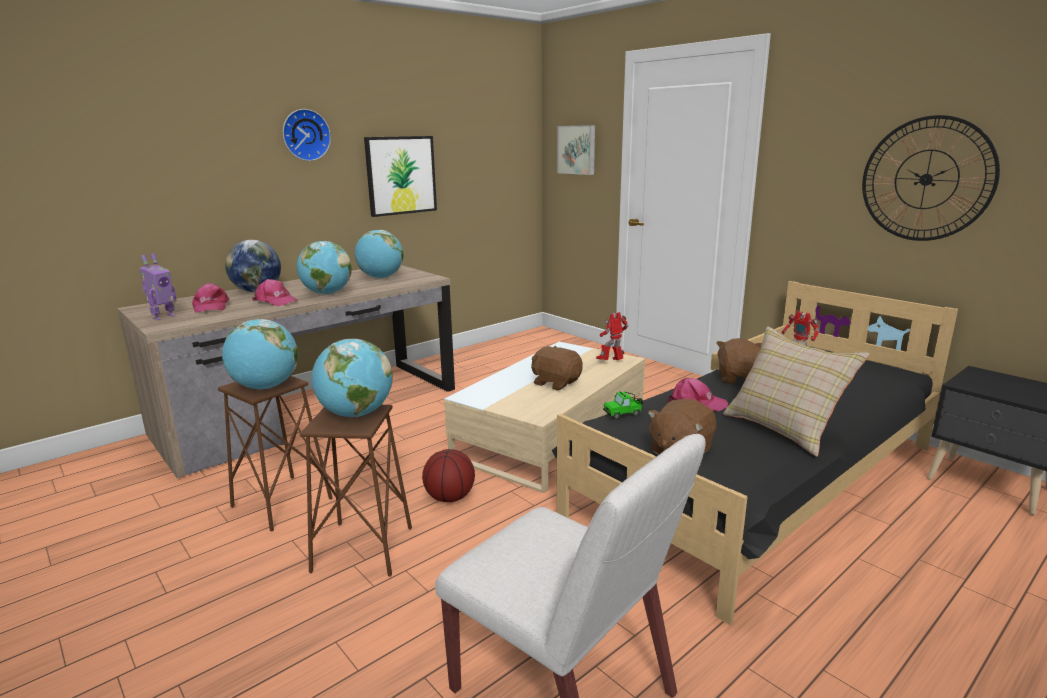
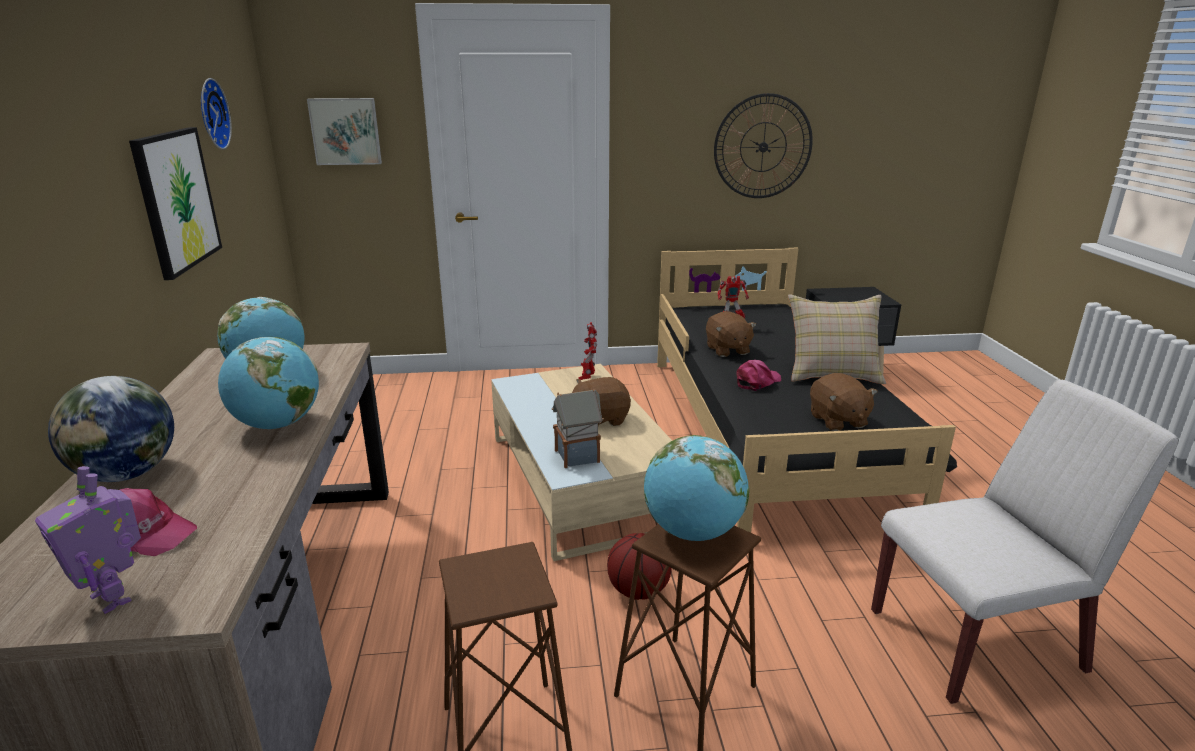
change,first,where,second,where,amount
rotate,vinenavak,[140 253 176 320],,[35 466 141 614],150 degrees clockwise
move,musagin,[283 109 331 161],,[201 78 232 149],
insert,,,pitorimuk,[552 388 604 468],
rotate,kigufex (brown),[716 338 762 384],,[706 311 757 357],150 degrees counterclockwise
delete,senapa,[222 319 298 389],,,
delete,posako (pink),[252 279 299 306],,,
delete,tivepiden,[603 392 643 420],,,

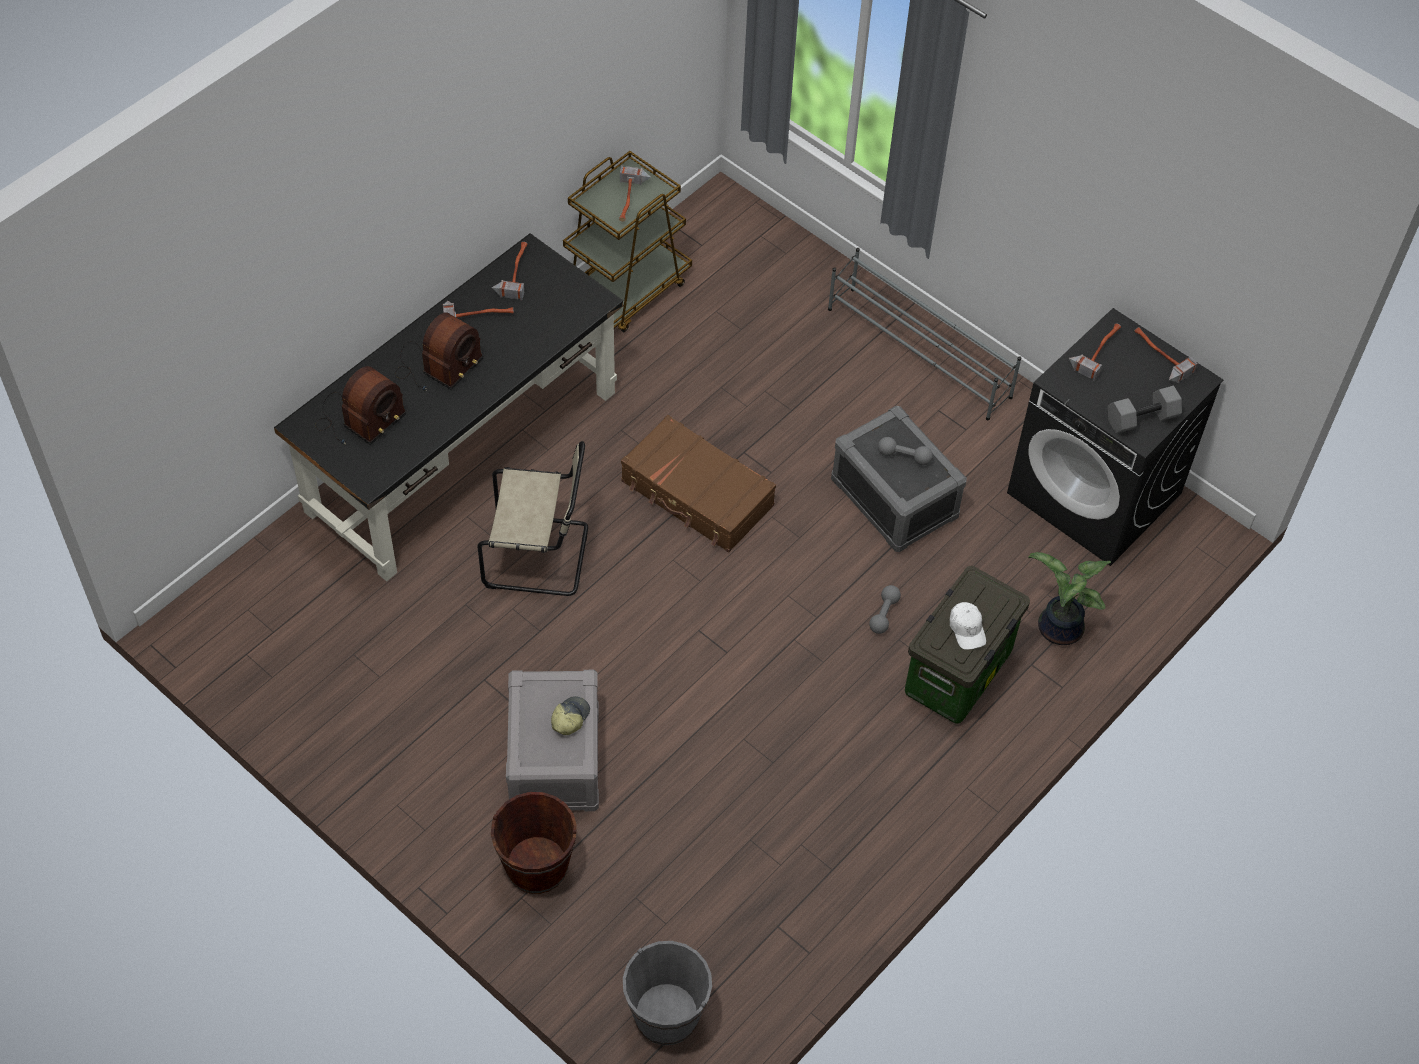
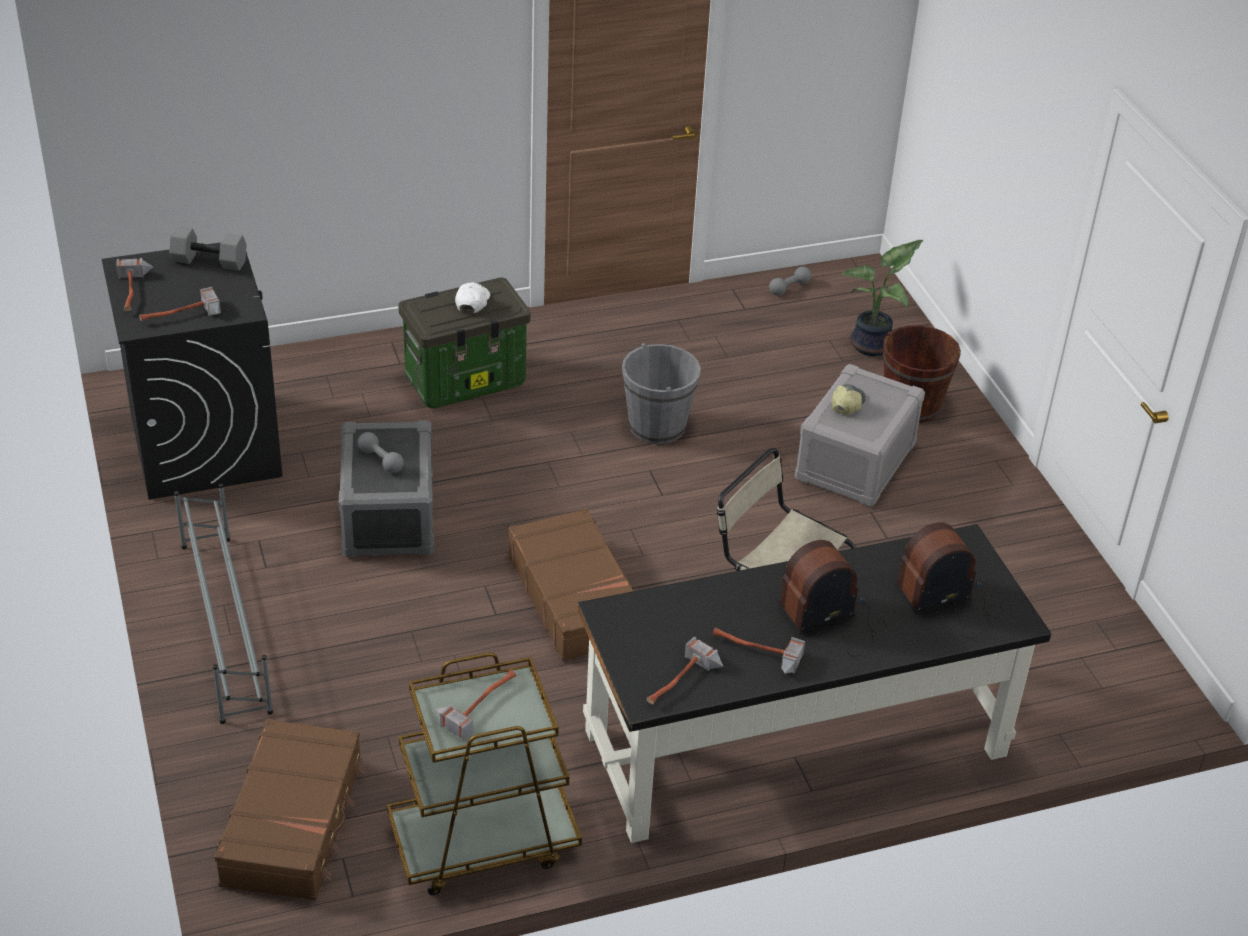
change,first,where,second,where,amount
insert,,,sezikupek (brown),[214 719 365 901],
move,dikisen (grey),[623 941 712 1045],,[622 343 701 444],
move,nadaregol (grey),[869 585 901 634],,[769 267 812 296],
rotate,posako,[551 696 590 735],,[832 384 866 415],150 degrees clockwise
move,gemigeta,[1028 552 1111 645],,[841 240 923 356],

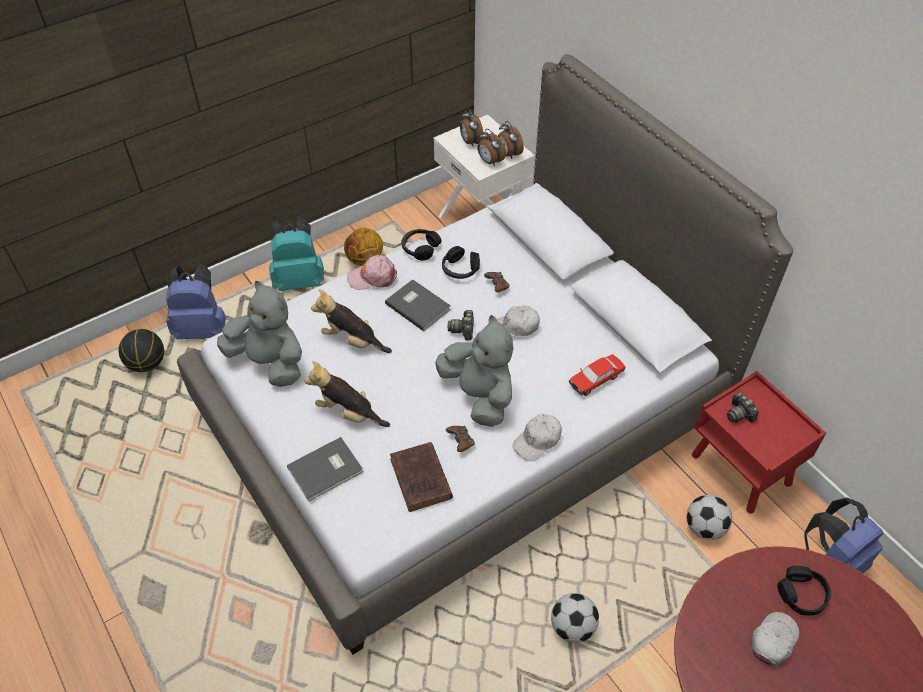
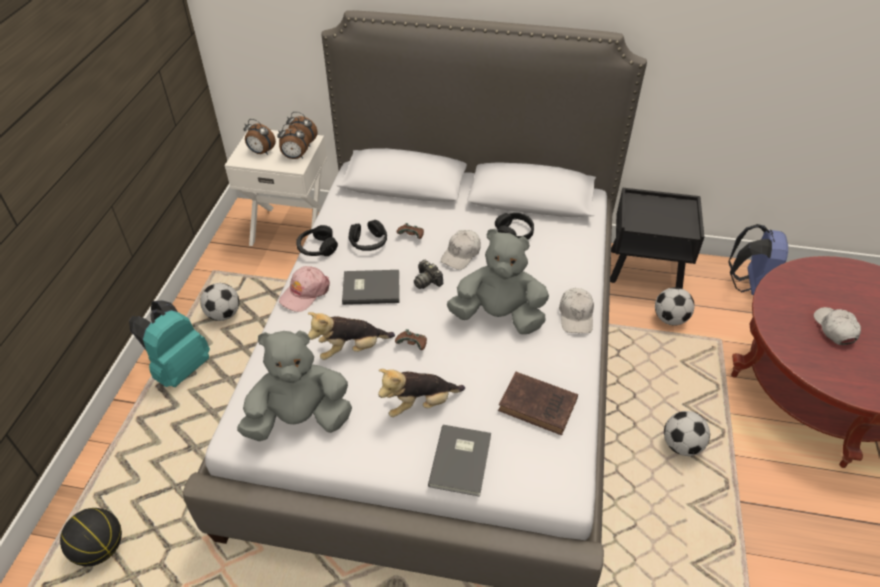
change,first,where,second,where,amount
replace,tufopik,[344 227 383 266],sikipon,[200 283 239 321],
move,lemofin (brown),[446 426 475 452],,[395 329 427 350],
move,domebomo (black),[777 566 831 616],,[495 213 534 239],
recolor,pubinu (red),[692 371 826 513],pubinu (black),[610 188 705 289],
delete,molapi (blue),[166 264 226 339],,,
delete,tivepiden,[569 354 626 396],,,
delete,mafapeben,[727 392 759 423],,,

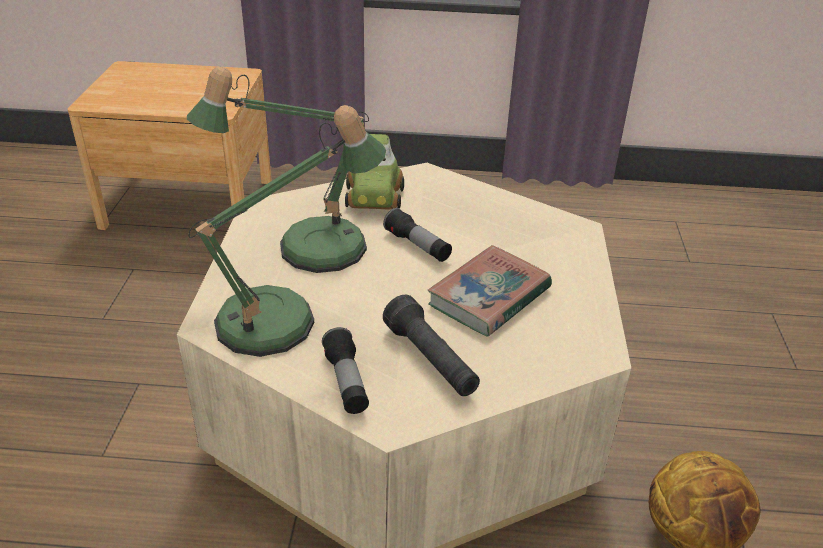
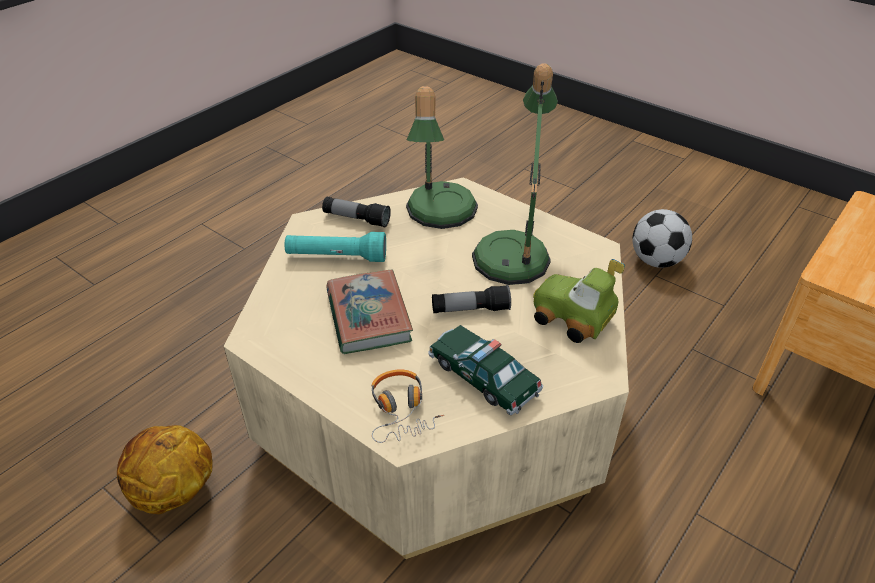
change,first,where,second,where,amount
recolor,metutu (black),[383 295 480 396],metutu (turquoise),[285 232 386 262],
insert,,,domebomo,[372 369 444 443],
insert,,,tivepiden,[428 325 543 415],
insert,,,sikipon,[632 209 692 268],

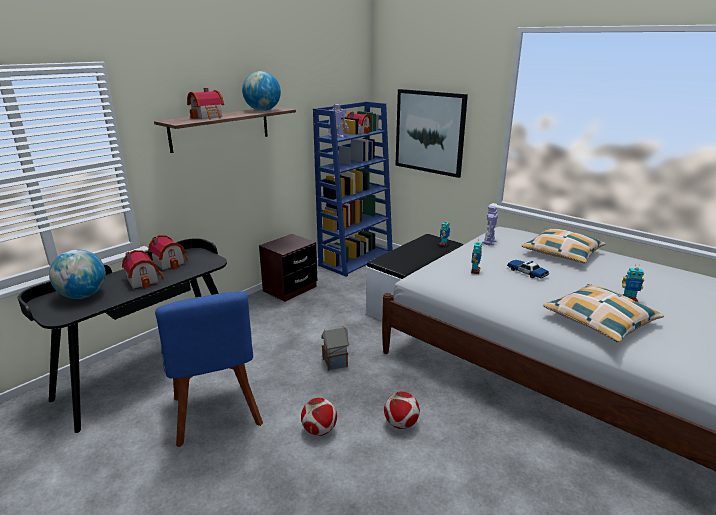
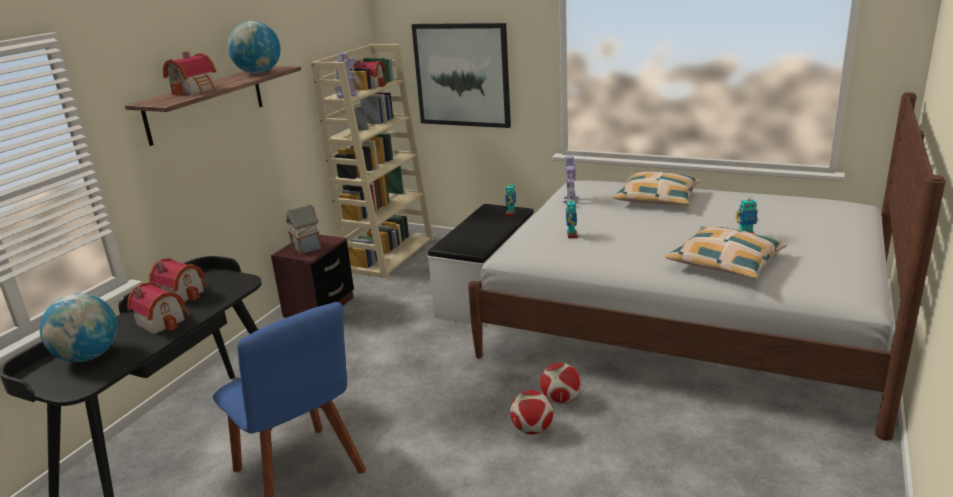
change,first,where,second,where,amount
move,pitorimuk,[321 326 350 371],,[285 204 321 255],
recolor,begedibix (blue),[313 101 393 277],begedibix (beige),[311 44 434 278],
move,sikipon,[301 398 337 436],,[540 363 581 404],
delete,tivepiden,[507 260 549 278],,,

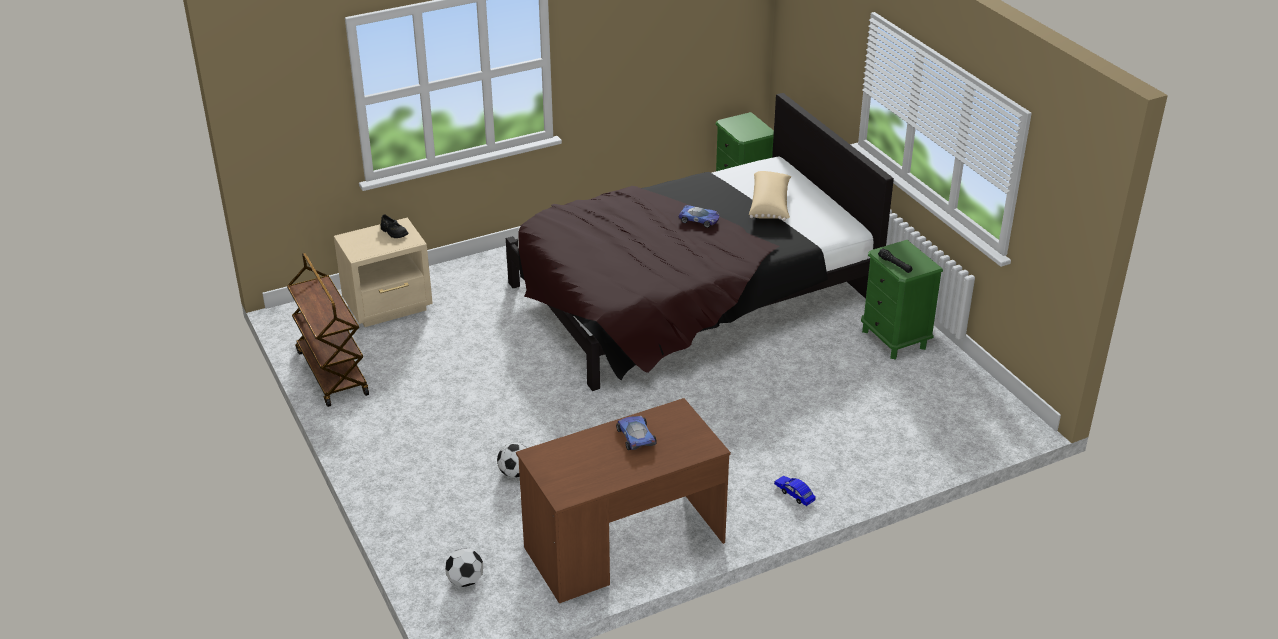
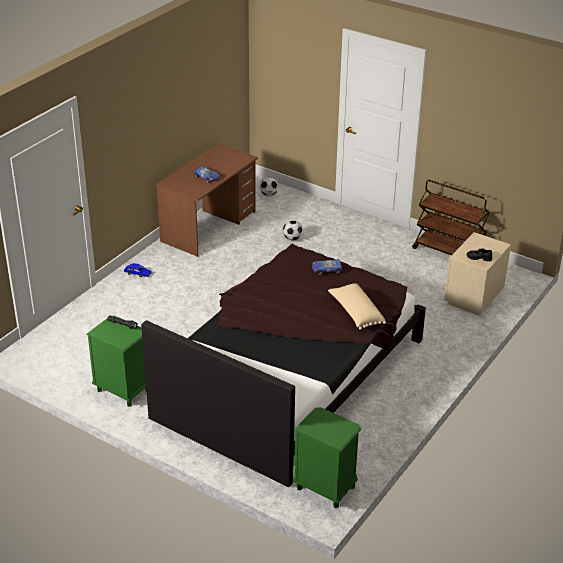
change,first,where,second,where,amount
move,tivepiden,[678 205 719 228],,[312 259 343 275],
move,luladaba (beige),[749 171 791 221],,[328 283 386 330],

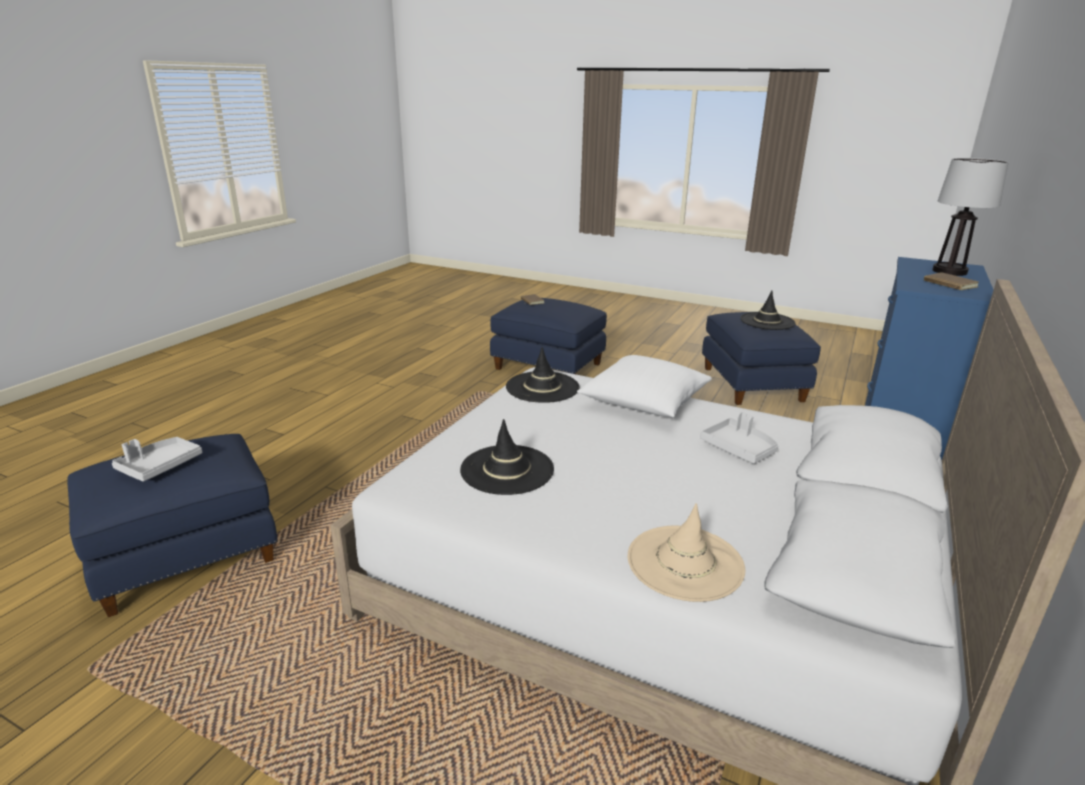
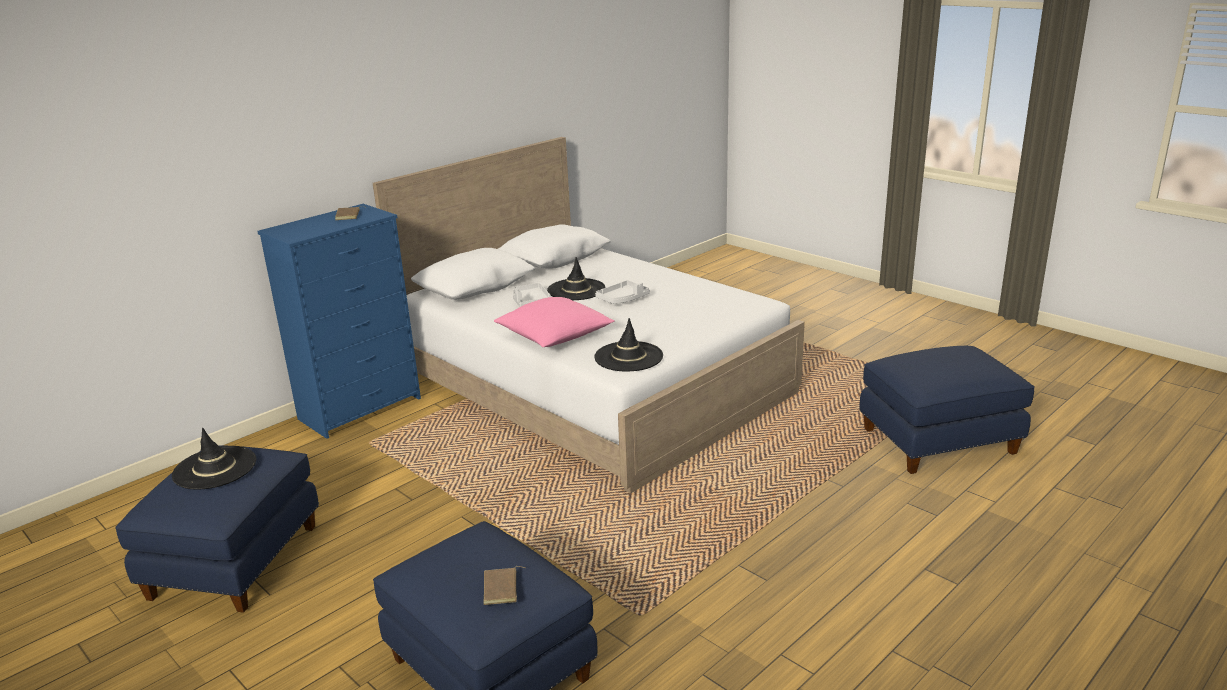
change,first,where,second,where,amount
recolor,luladaba (white),[577 355 712 418],luladaba (pink),[494 297 615 347],
move,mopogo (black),[460 419 554 495],,[547 257 605 300],
move,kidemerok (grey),[112 437 202 482],,[595 280 650 304],
delete,mopogo (beige),[628 503 745 602],,,
delete,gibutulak,[932 158 1009 276],,,

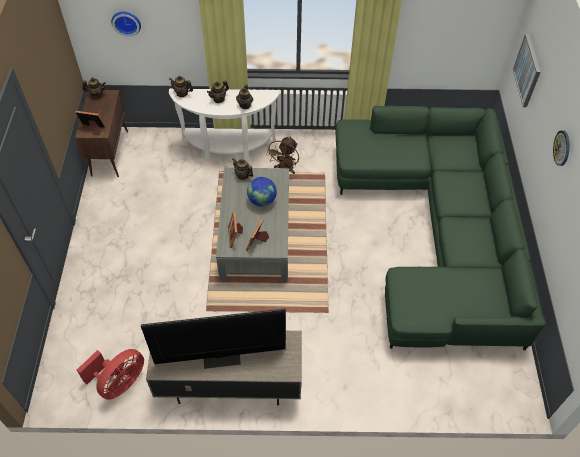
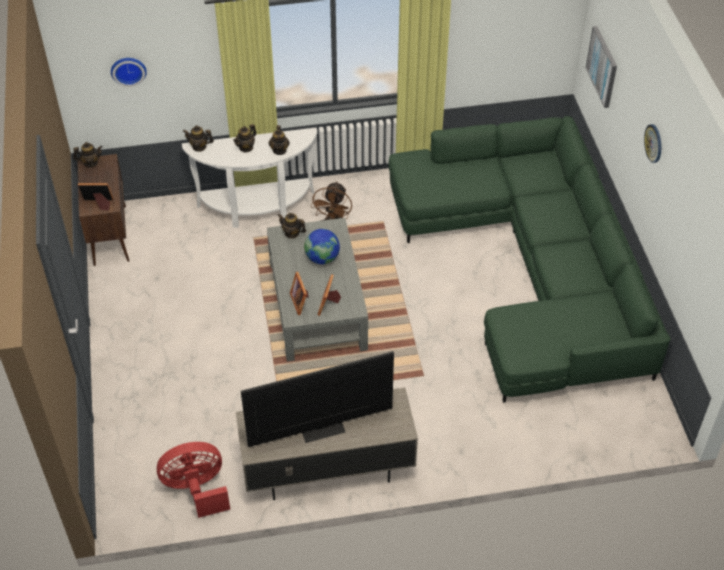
change,first,where,second,where,amount
rotate,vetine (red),[77 349 144 400],,[157 442 230 518],135 degrees counterclockwise

